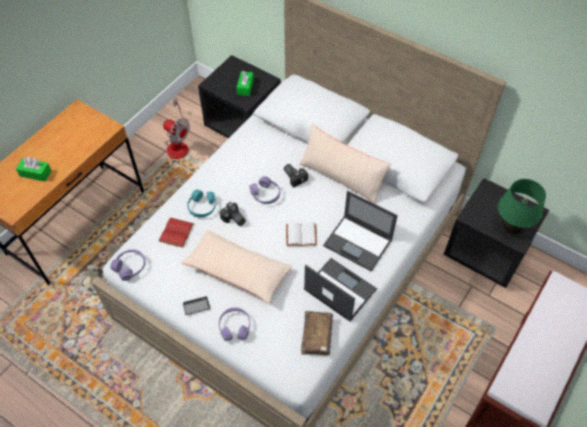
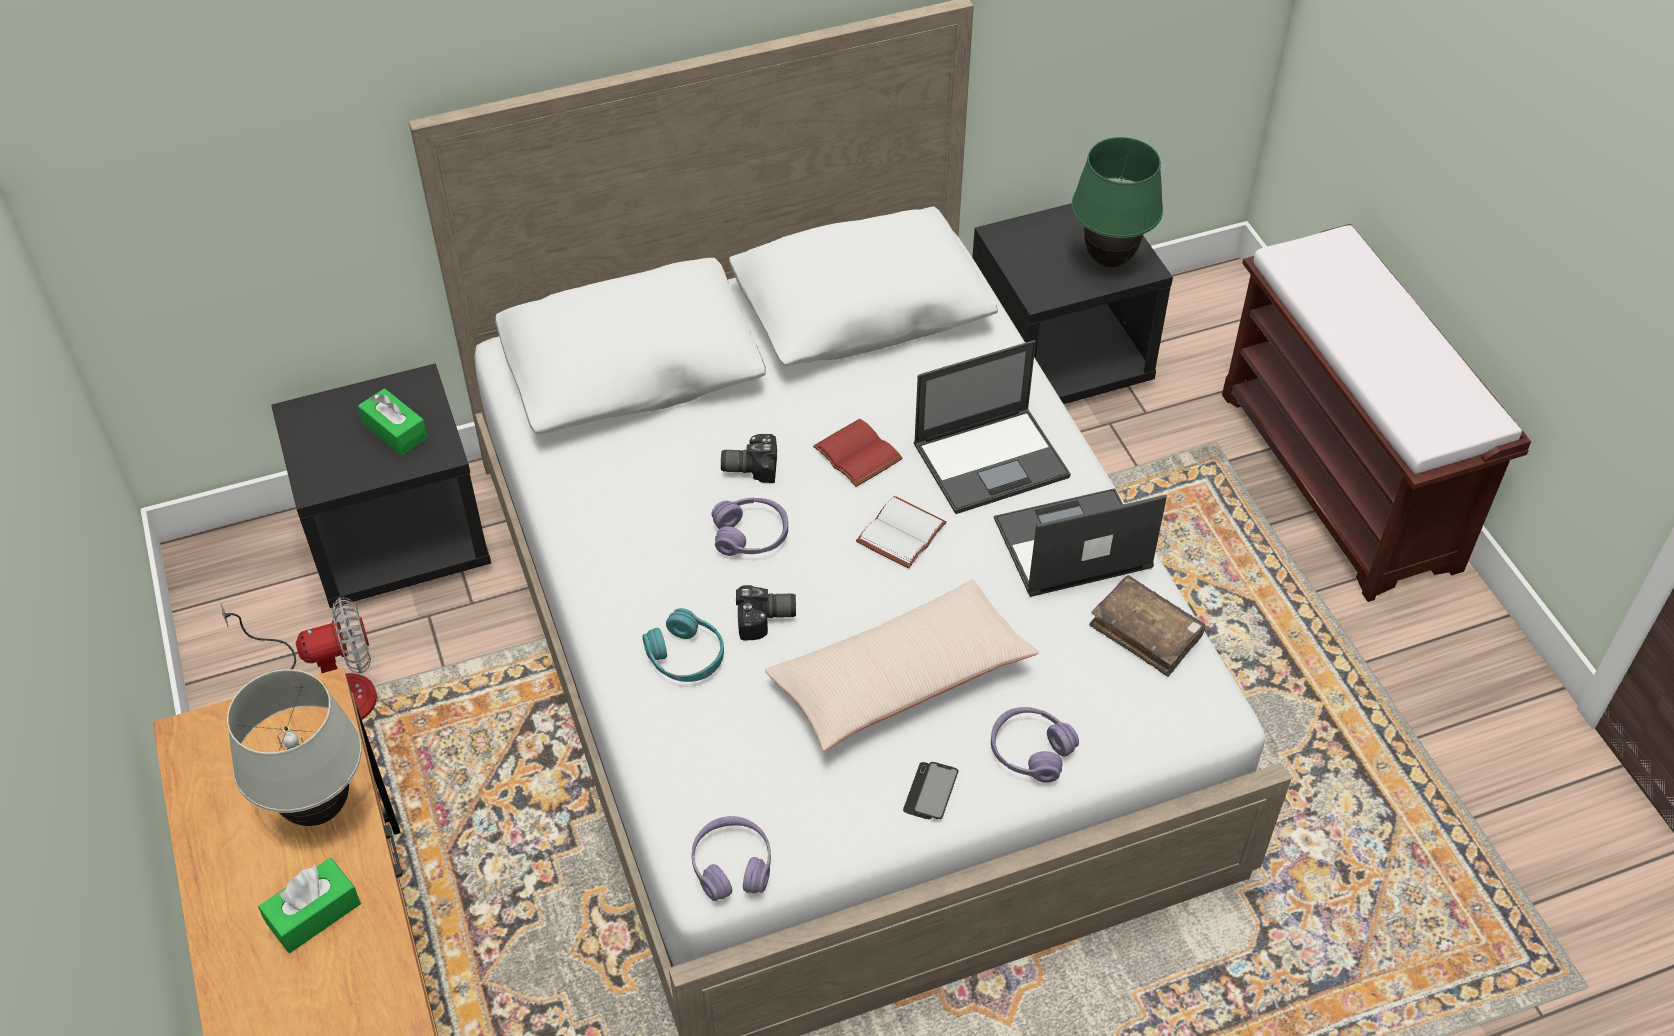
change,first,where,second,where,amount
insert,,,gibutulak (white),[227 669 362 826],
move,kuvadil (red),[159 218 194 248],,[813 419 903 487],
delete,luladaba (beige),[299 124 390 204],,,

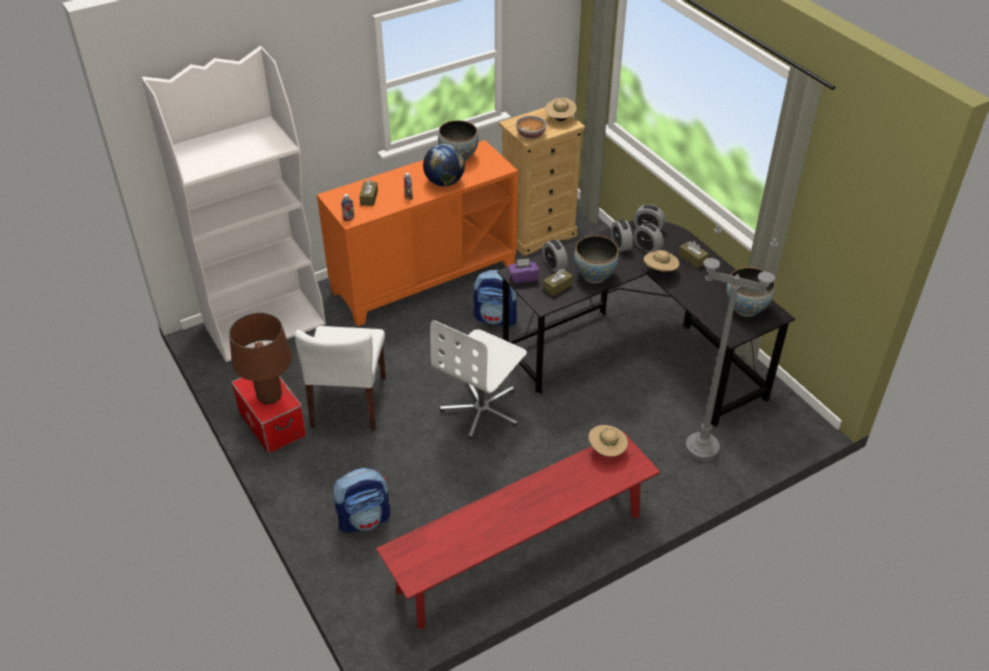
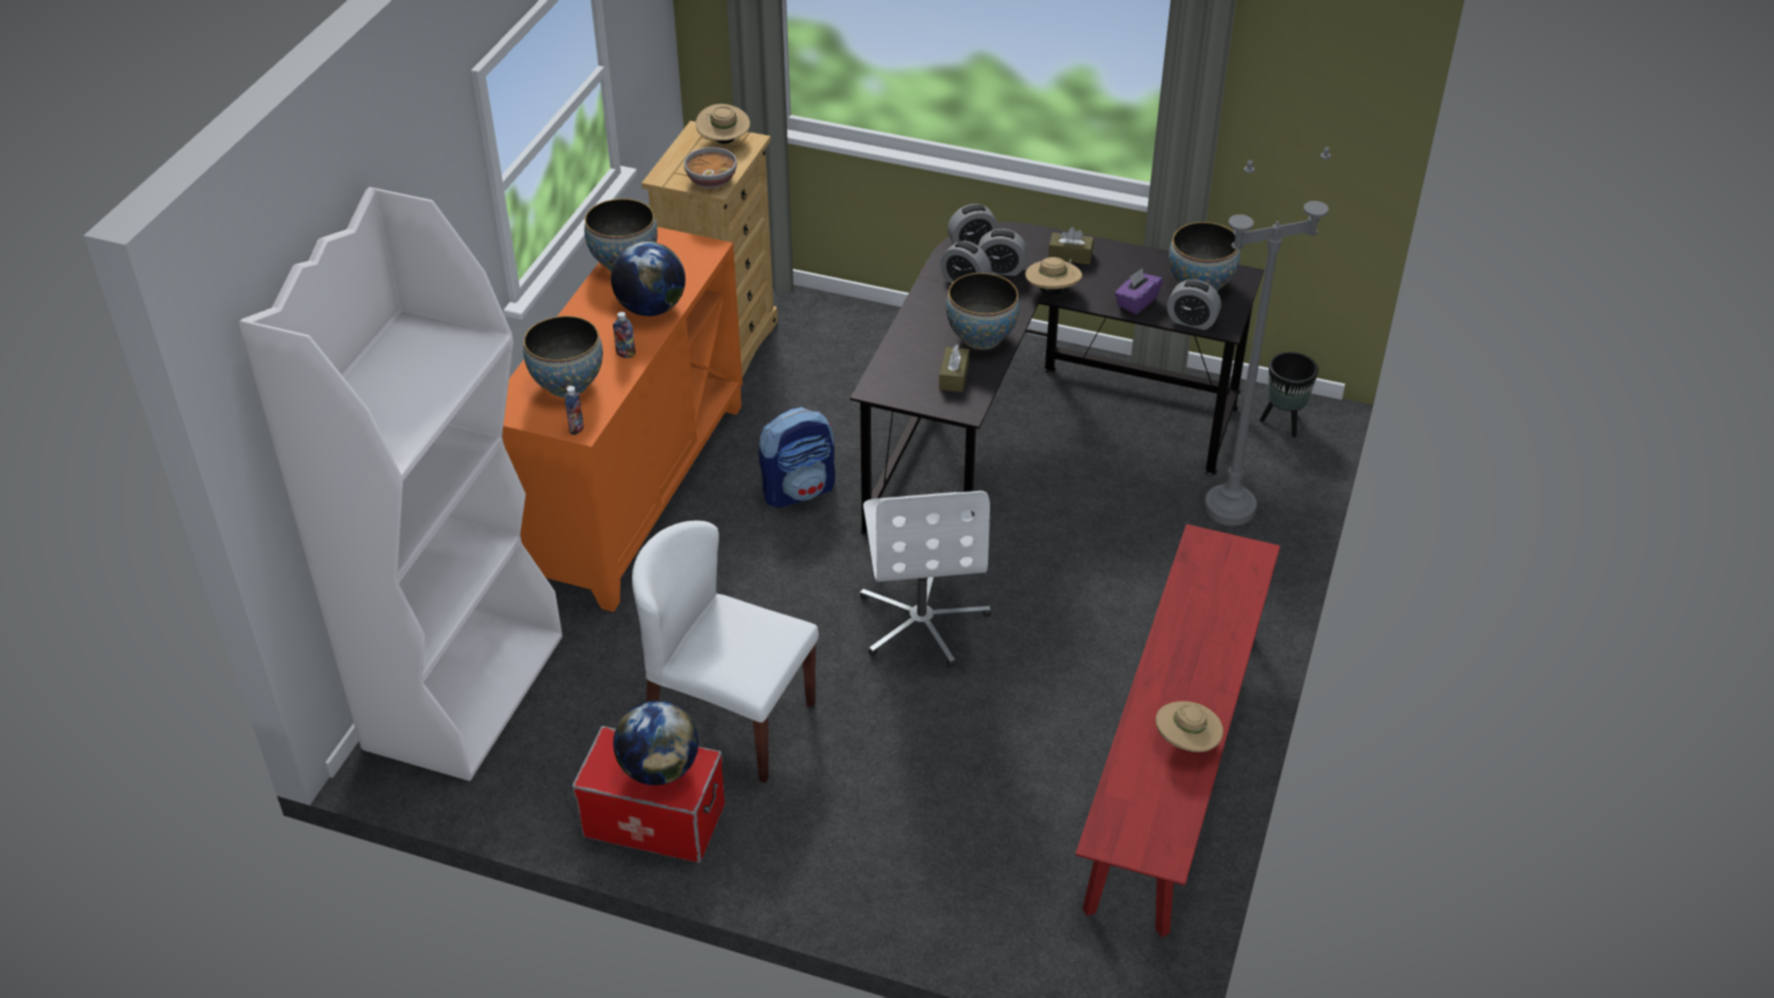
change,first,where,second,where,amount
replace,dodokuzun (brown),[359 179 378 206],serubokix,[523 316 603 398],
replace,gibutulak (brown),[229 313 292 405],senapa,[613 700 699 785],
rotate,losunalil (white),[295 326 386 431],,[632 521 819 783],150 degrees clockwise
move,dodokuzun (purple),[508 258 539 283],,[1115 268 1163 314],
move,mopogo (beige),[589 425 628 457],,[1156 701 1223 752],
move,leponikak,[543 240 568 273],,[1167 280 1221 330],
insert,,,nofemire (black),[1260 352 1318 437],
delete,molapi,[333 468 390 533],,,

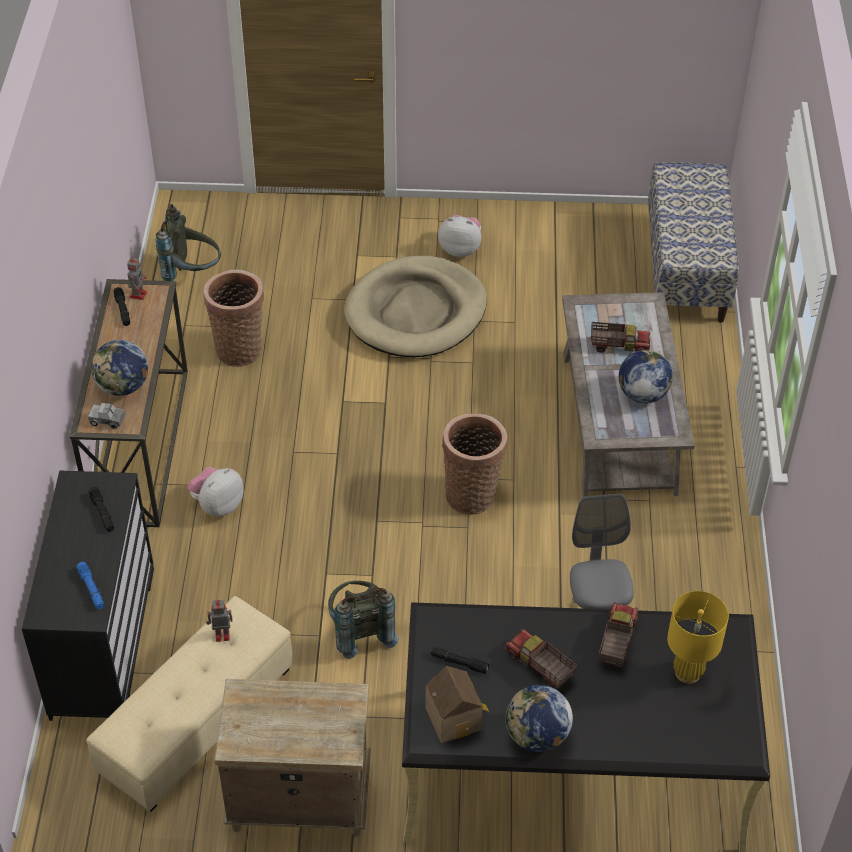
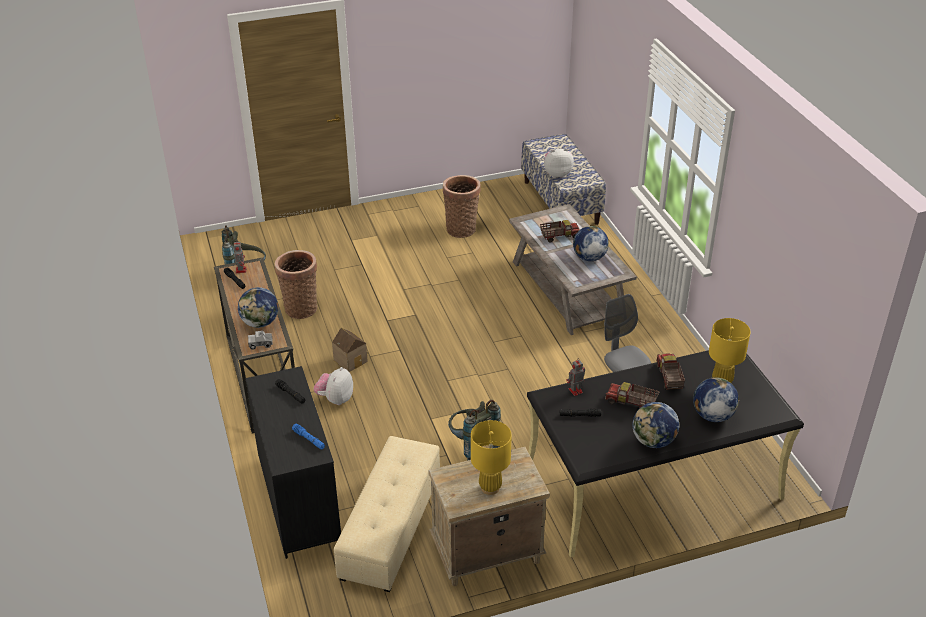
change,first,where,second,where,amount
move,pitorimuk,[425 666 489 743],,[332 328 368 372],
move,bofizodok,[442 414 507 515],,[443 175 481 238],
insert,,,gibutulak (yellow),[471 420 512 495],
move,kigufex,[438 215 481 257],,[544 148 574 178],
move,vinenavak,[206 600 232 642],,[567 358 585 396],
insert,,,senapa,[693 377 739 422],
delete,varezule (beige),[344 255 487 357],,,

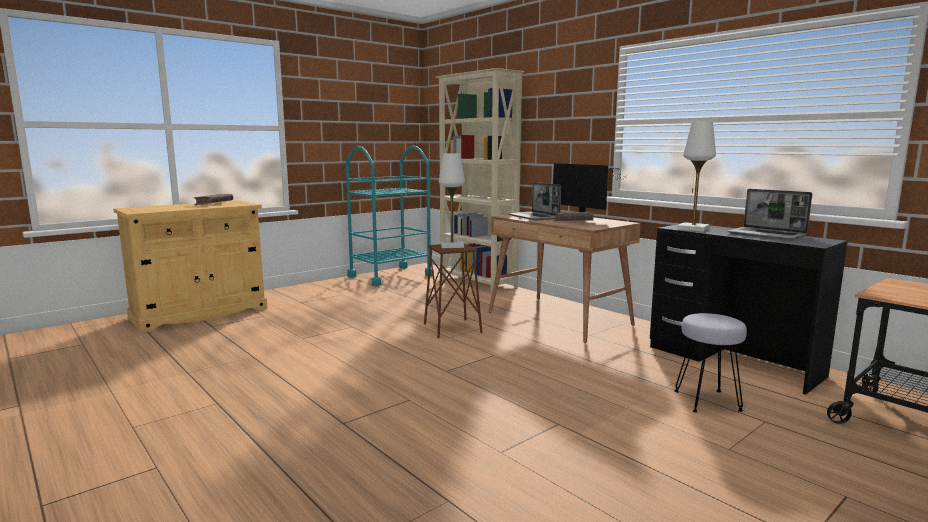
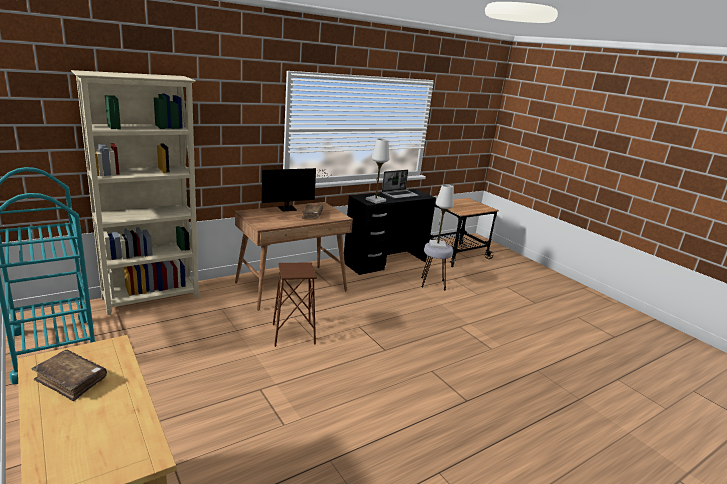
change,first,where,second,where,amount
move,gibutulak (white),[439 153 465 248],,[430 184 454 249],
delete,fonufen,[507 182 561 220],,,

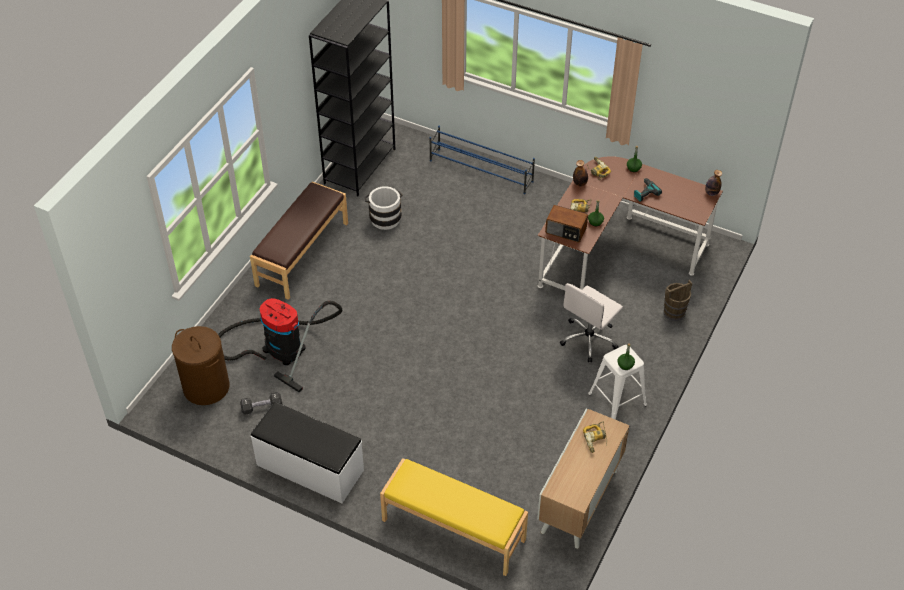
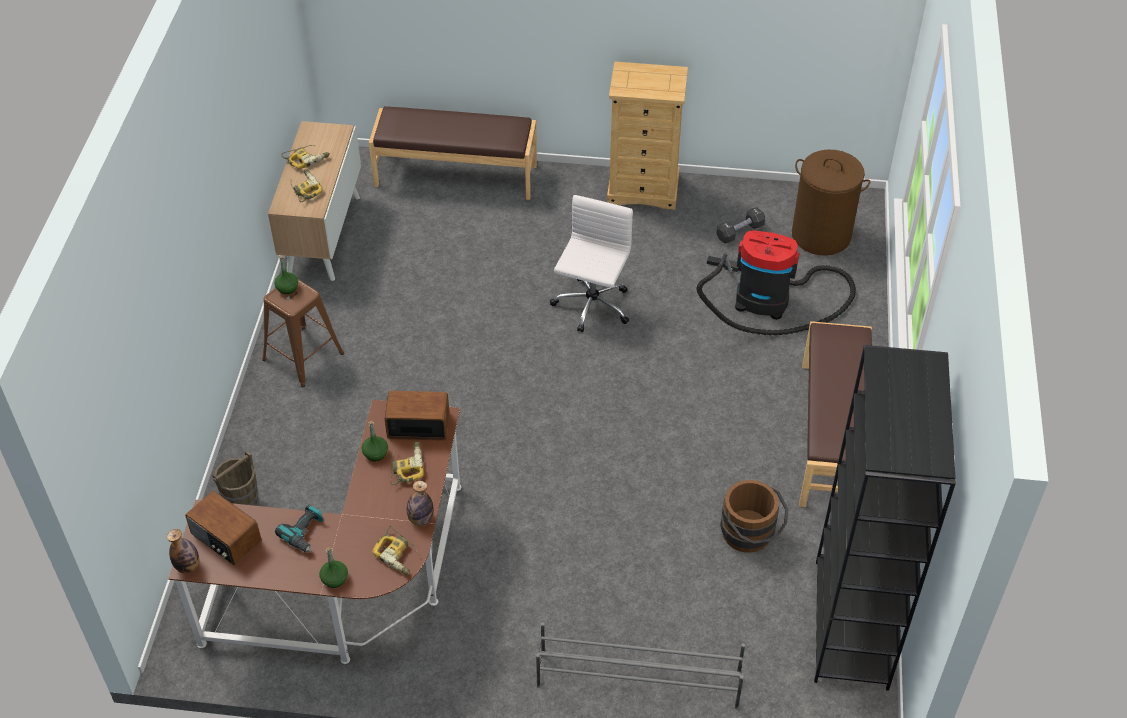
change,first,where,second,where,amount
insert,,,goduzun,[185 491 262 565],
recolor,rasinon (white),[588 345 647 420],rasinon (brown),[262 279 344 388],
insert,,,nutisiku,[281 145 330 169],
recolor,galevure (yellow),[380 458 528 576],galevure (brown),[369 106 537 200],
recolor,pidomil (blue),[429 126 535 194],pidomil (grey),[536 623 745 709],
move,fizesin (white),[560 283 623 362],,[550 195 633 332],
replace,galevure (white),[251 402 364 503],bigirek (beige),[607 61 688 210],
recolor,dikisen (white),[364 186 403 230],dikisen (brown),[720 480 788 553],

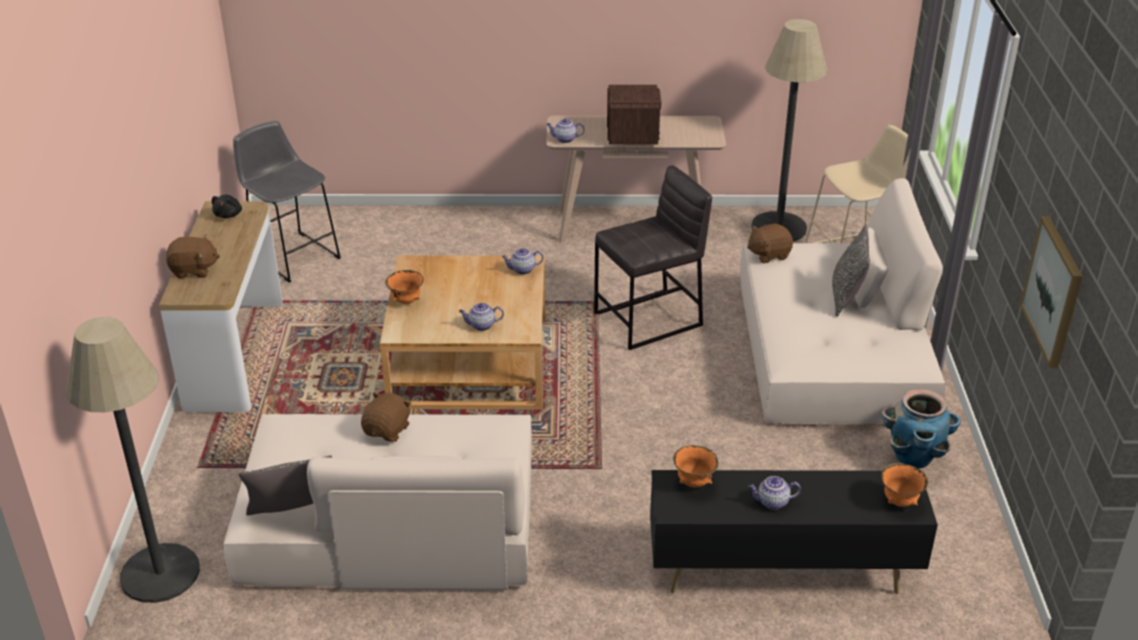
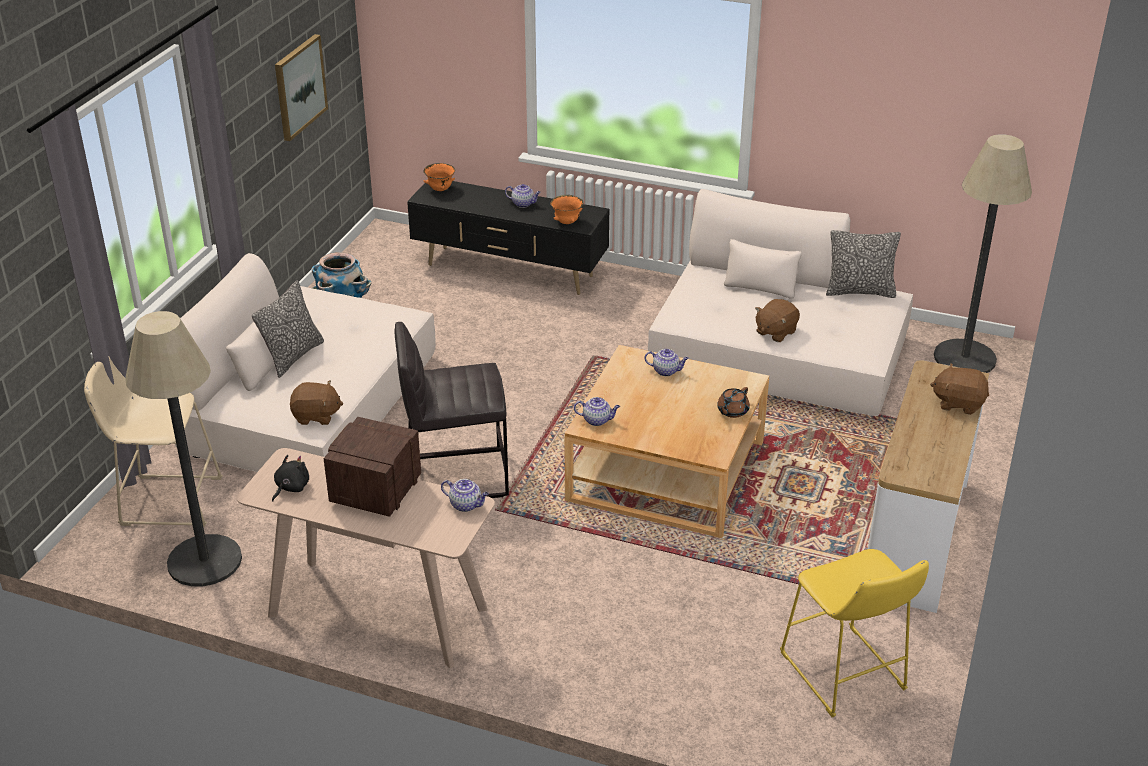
change,first,where,second,where,amount
move,kigufex (black),[212 195 242 218],,[272 455 309 501],
replace,serubokix (orange),[385 270 424 304],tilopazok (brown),[717 387 750 418],
recolor,rasinon (grey),[233 121 341 283],rasinon (yellow),[780 549 929 717],

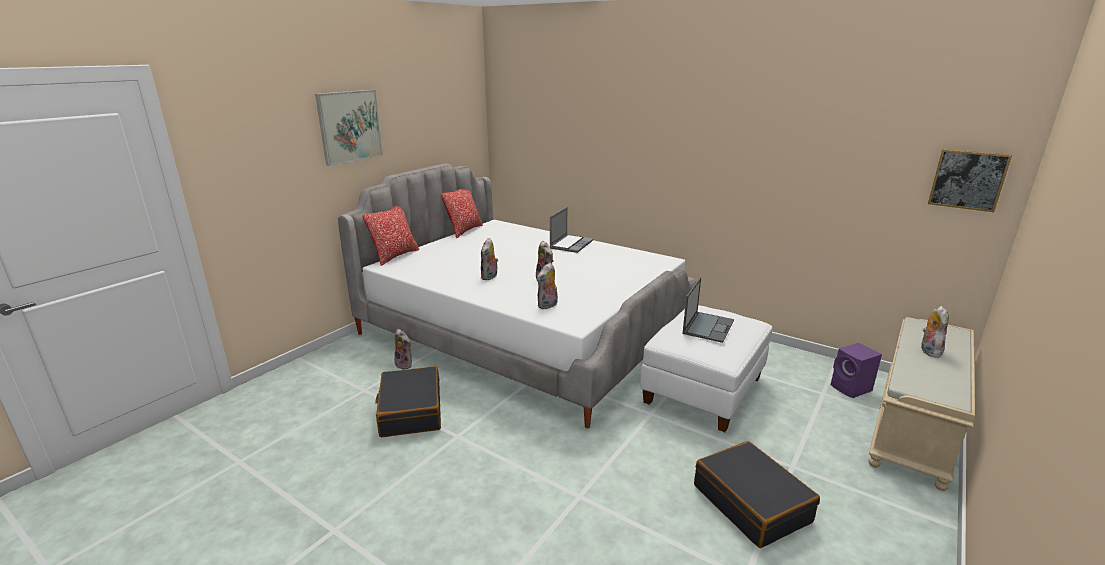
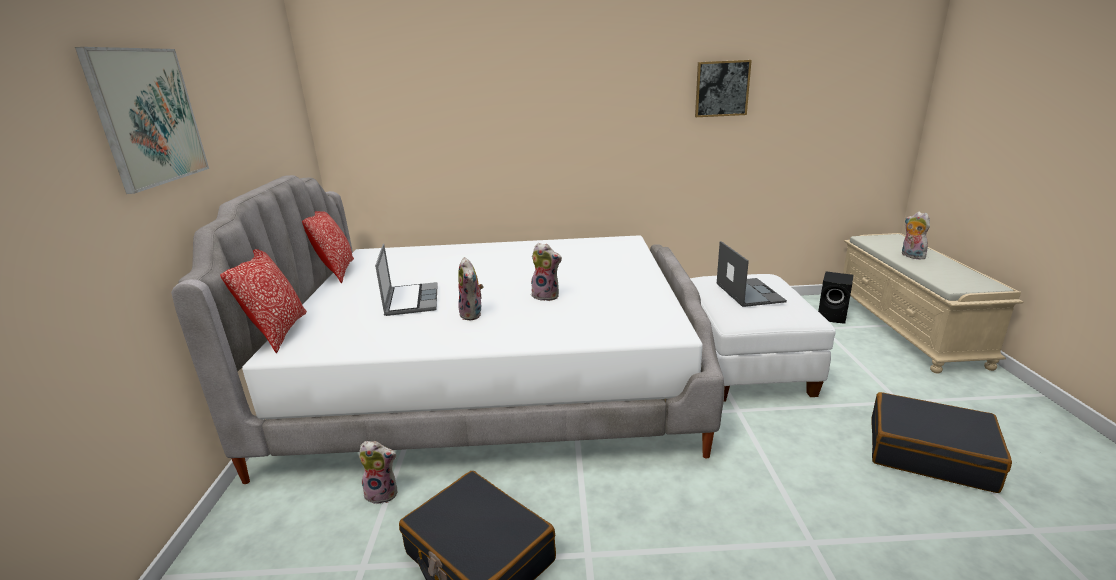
change,first,where,second,where,amount
move,fonufen,[550 207 593 253],,[375 244 438 316],
move,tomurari,[928 149 1012 212],,[695 60 752 117],
recolor,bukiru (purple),[831 343 882 398],bukiru (black),[818 271 853 324],
delete,kigufex,[537 263 558 309],,,

